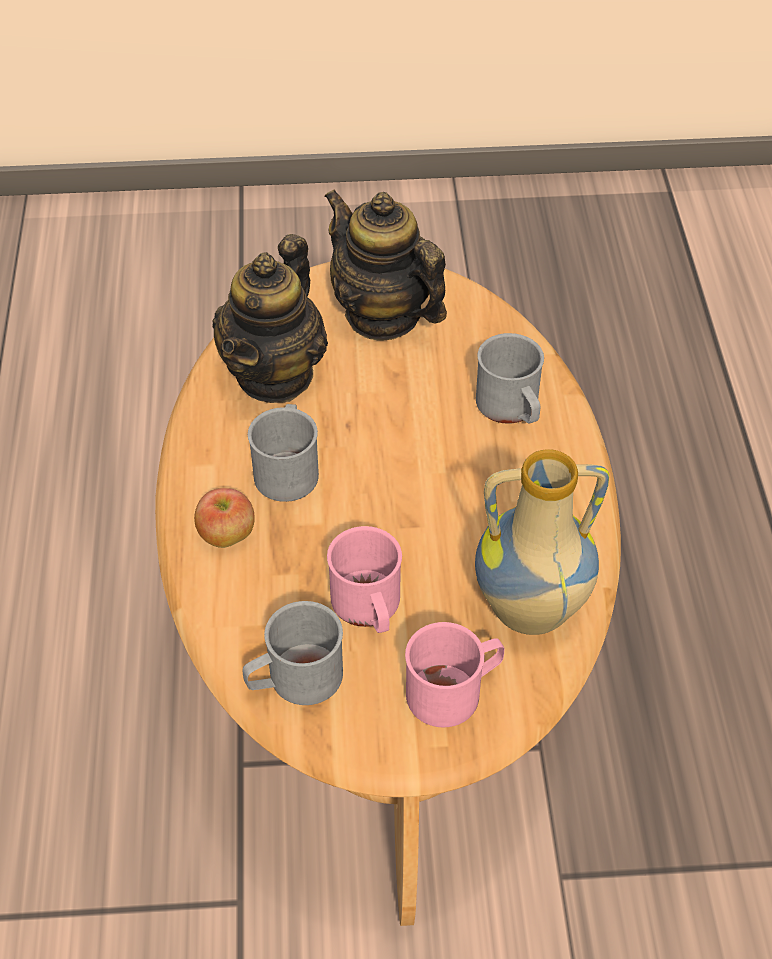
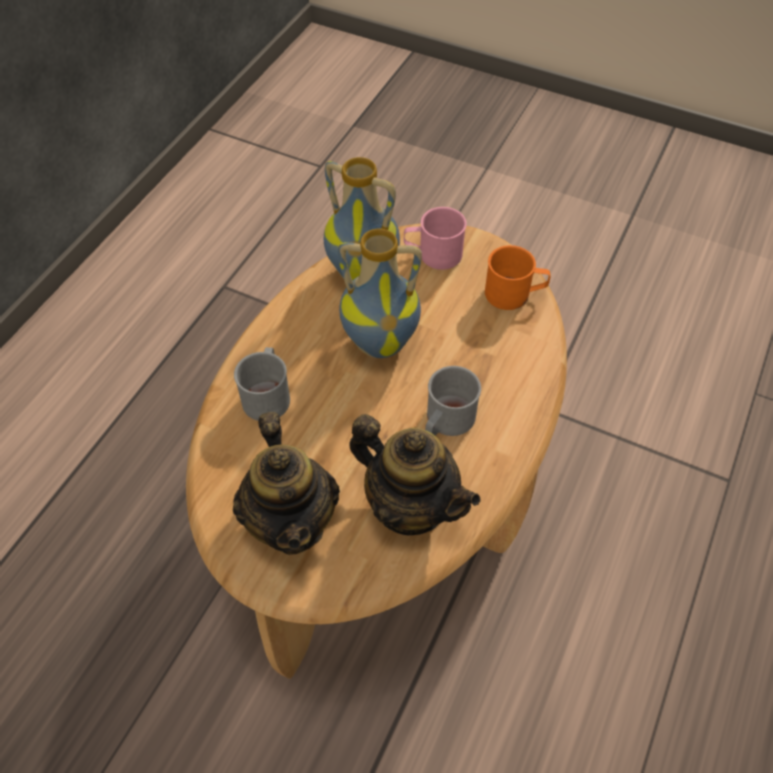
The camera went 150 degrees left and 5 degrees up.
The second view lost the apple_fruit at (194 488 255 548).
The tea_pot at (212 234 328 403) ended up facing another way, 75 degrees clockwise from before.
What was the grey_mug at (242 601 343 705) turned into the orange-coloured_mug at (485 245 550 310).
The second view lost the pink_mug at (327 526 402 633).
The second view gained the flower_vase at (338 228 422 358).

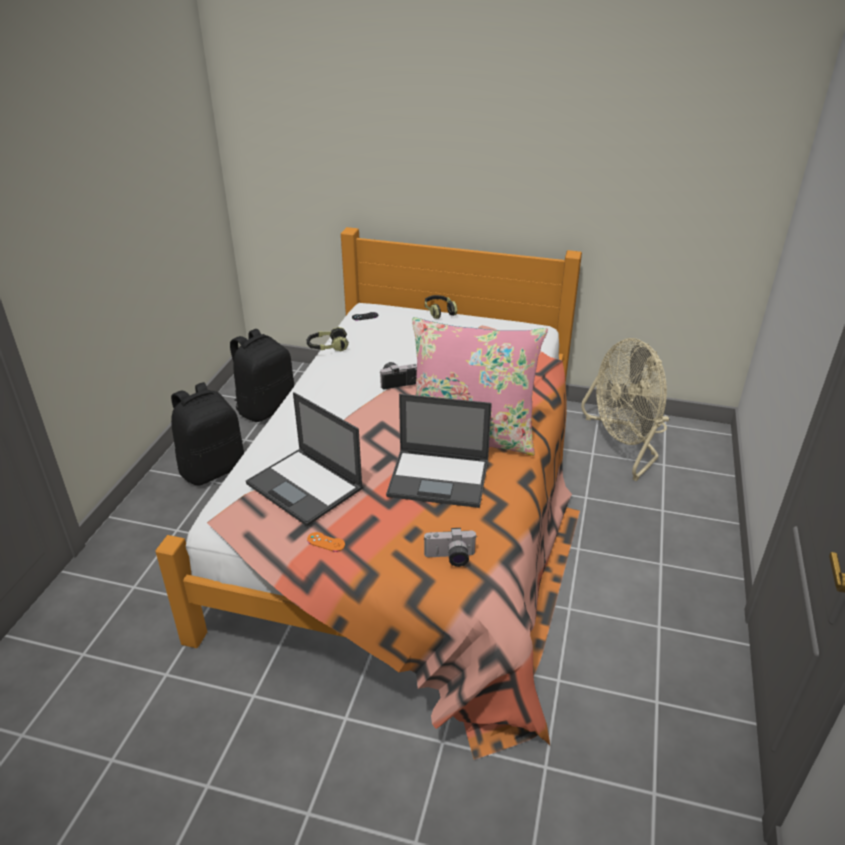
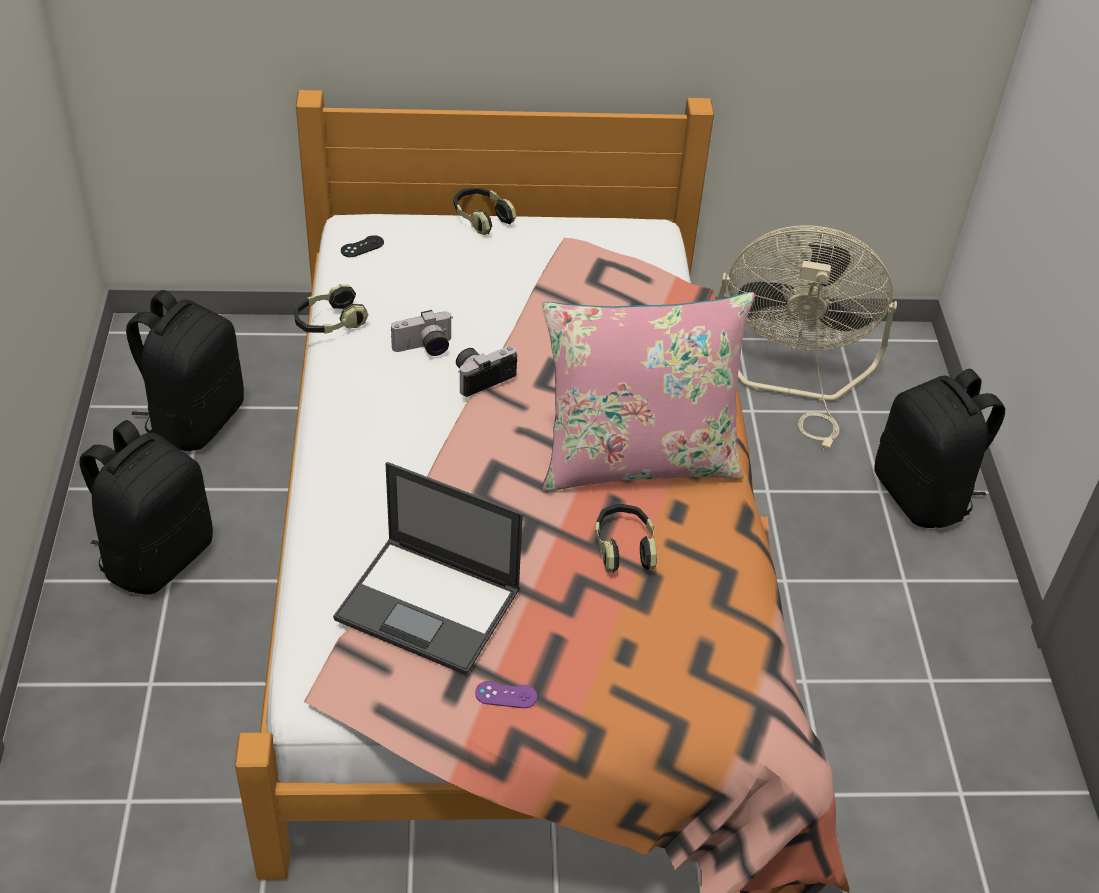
The camera went 20 degrees left and 10 degrees up.
What was the orange-coloured_game_controller at (307 532 345 552) turned into the purple_game_controller at (475 681 537 708).
Where the notebook_computer stood at (386 394 492 508), the headset came to stand at (595 504 657 573).
The photo_camera ended up elsewhere, having gone from (424 528 476 567) to (391 310 452 356).
The sand-coloured_cooling_fan at (581 338 671 481) ended up facing another way, 135 degrees clockwise from before.
The second view gained the black_backpack at (874 369 1005 528).

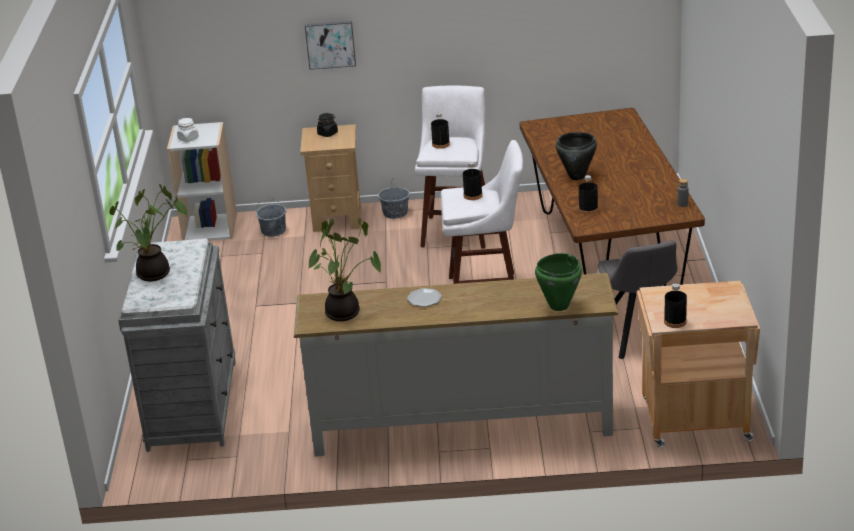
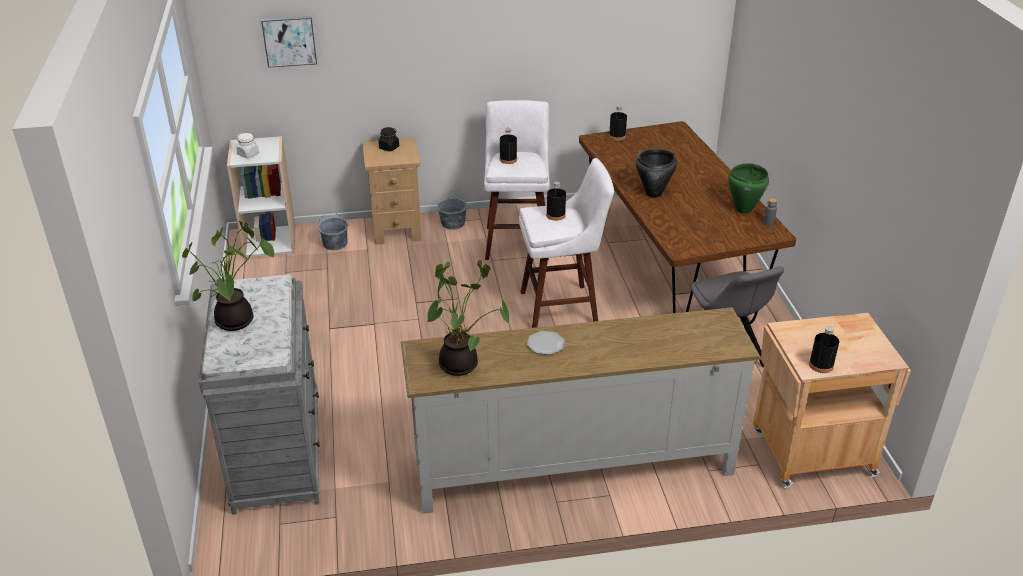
The camera went 10 degrees left and 5 degrees up.
The wall_picture ended up elsewhere, having gone from (305 21 356 70) to (261 16 317 68).
The green-coloured_saucepot ended up elsewhere, having gone from (535 253 582 311) to (728 163 769 214).
The black_beverage_bottle ended up elsewhere, having gone from (579 175 598 215) to (609 106 627 141).

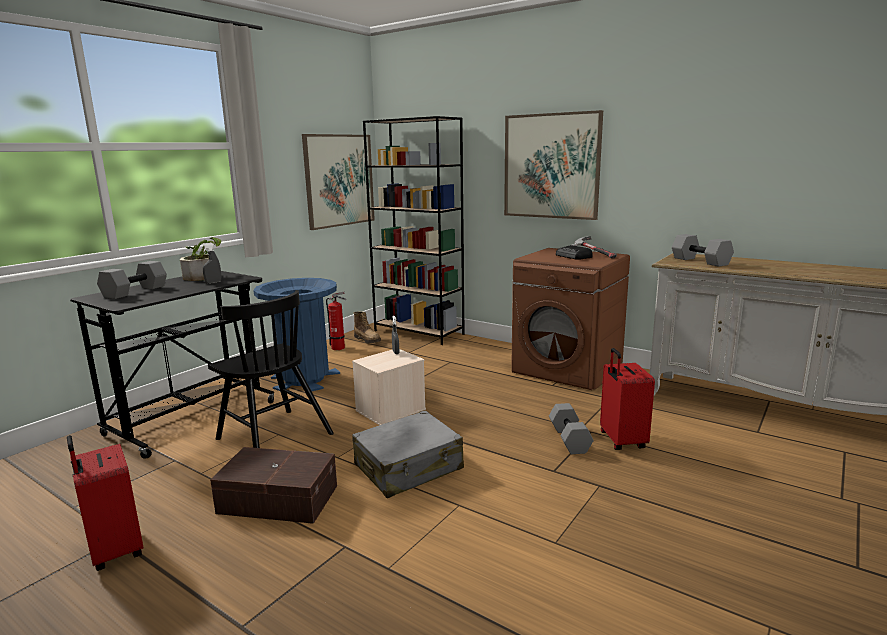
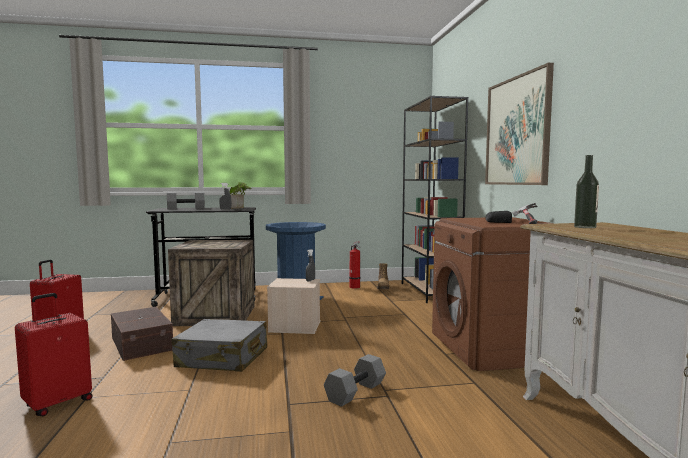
The camera went 45 degrees right and 10 degrees down.
Where the black_upright_chair stood at (208 290 334 448), the packing_crate came to stand at (168 240 254 326).
The second view lost the wall_picture at (302 134 375 230).
The reddish_suitcase ended up elsewhere, having gone from (600 348 655 450) to (15 293 93 416).
Where the grey_hand_weight stood at (672 234 734 267), the beverage_bottle came to stand at (574 155 599 228).

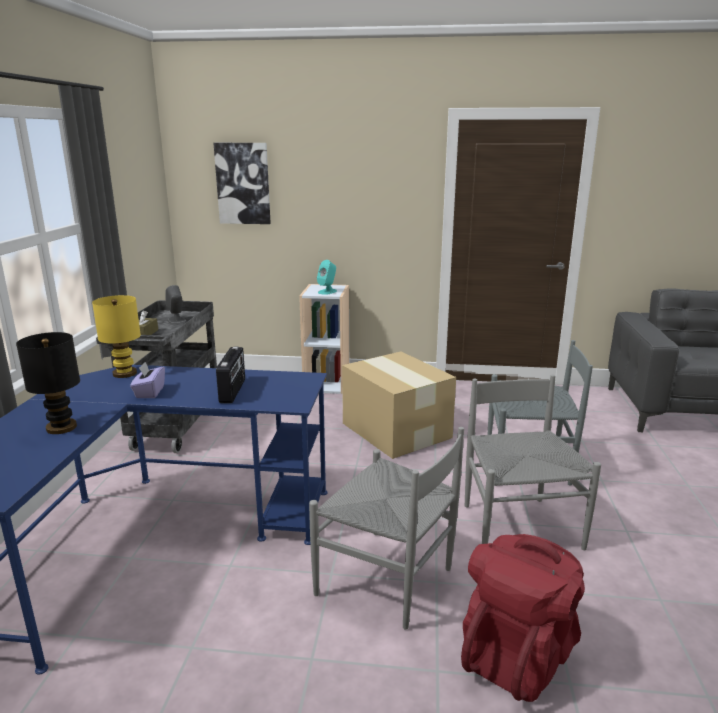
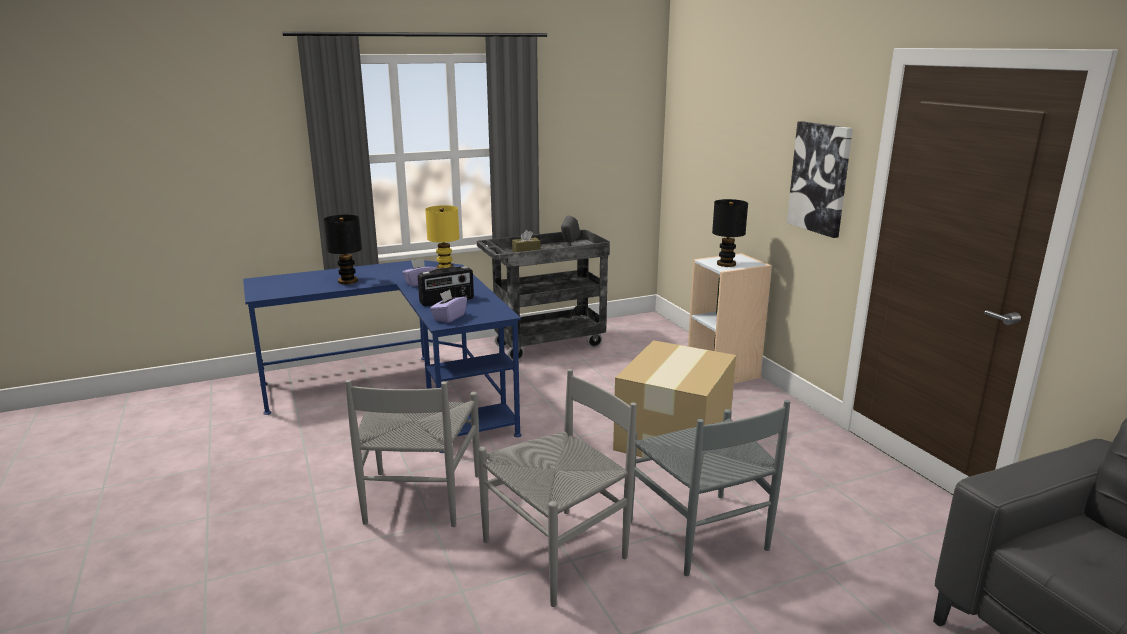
The camera went 60 degrees right and 0 degrees up.
The wall_picture ended up elsewhere, having gone from (214 143 271 224) to (787 121 853 238).
Where the turquoise-coloured_loudspeaker stood at (317 260 337 295), the black_table_lamp came to stand at (712 199 748 267).
The second view lost the reddish_backpack at (461 534 585 702).
The second view gained the purple_box_of_tissues at (430 289 467 323).

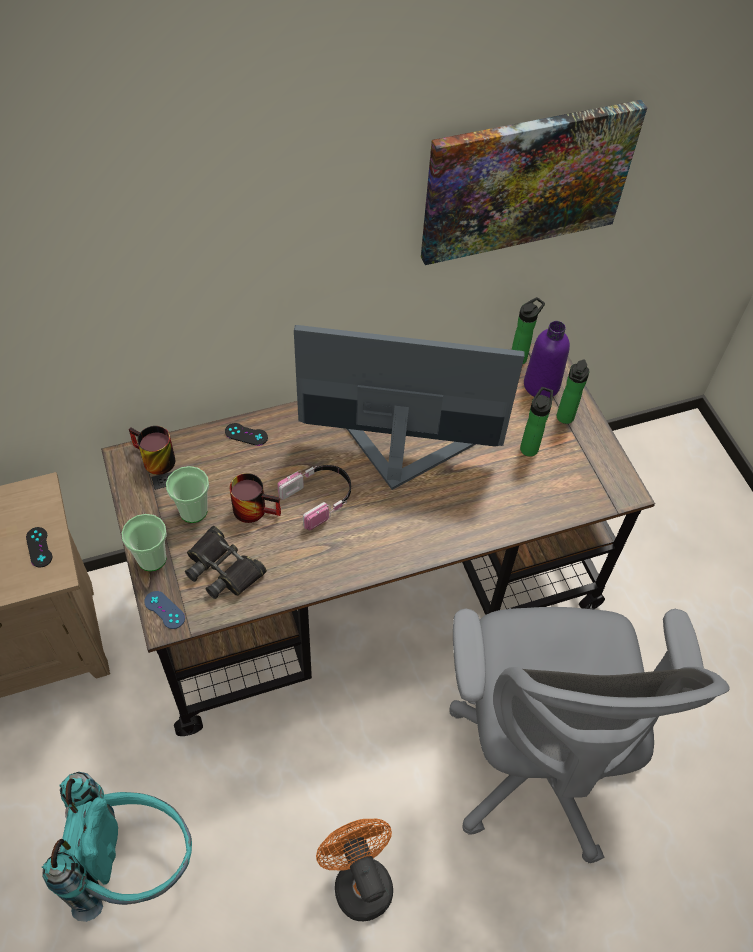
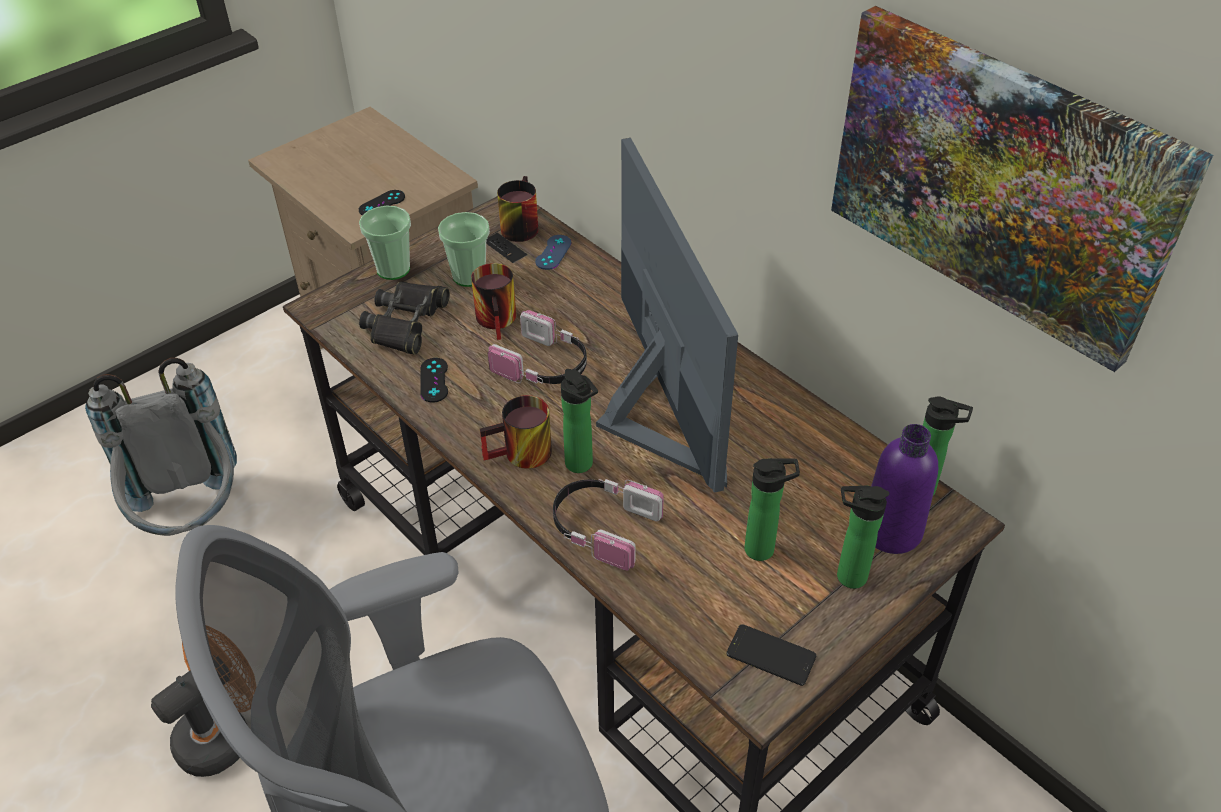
The camera went 70 degrees right and 10 degrees down.
What was the turquoise-coloured_backpack at (42 772 192 922) turned into the grey_backpack at (85 358 237 536).
The blue-coloured_game_controller ended up elsewhere, having gone from (144 591 185 629) to (535 235 571 270).
The black_game_controller ended up elsewhere, having gone from (225 423 268 446) to (420 358 448 403).
The second view gained the mug at (480 395 552 469).
The second view gained the headset at (553 479 664 571).
The second view gained the beverage_bottle at (561 369 598 473).
The second view gained the phone at (726 624 817 686).

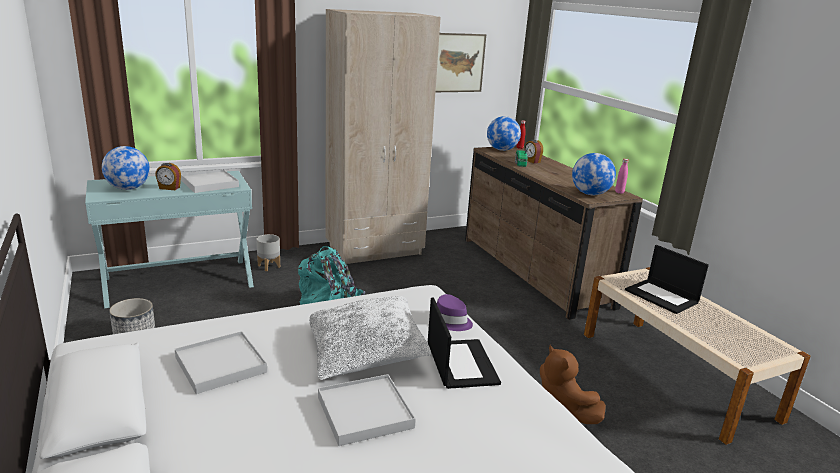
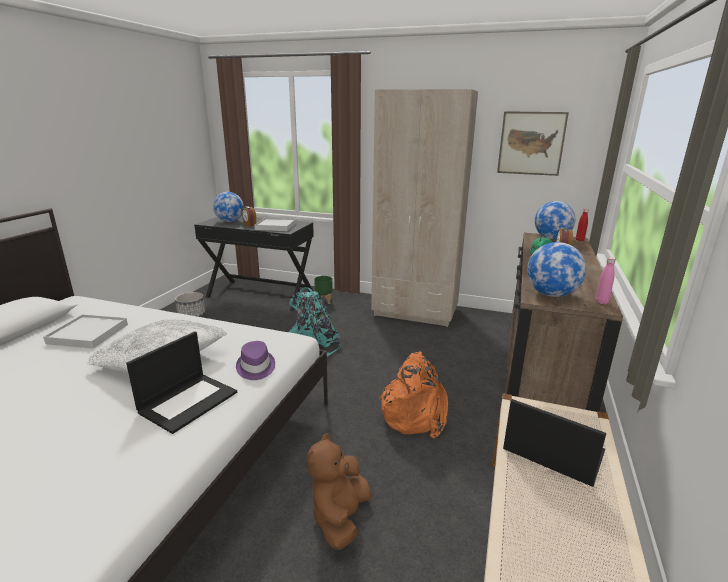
The camera went 45 degrees right and 0 degrees up.
What was the turquoise-coloured_desk_table at (85 171 254 308) turned into the black_desk_table at (194 216 314 311).
What was the grey_planter at (256 234 280 271) turned into the green-coloured_planter at (314 276 333 304).
The second view lost the whitish_tray at (318 374 416 446).
The notebook_computer at (625 245 709 314) ended up facing another way, 120 degrees clockwise from before.
The second view gained the orange-coloured_backpack at (379 352 448 439).

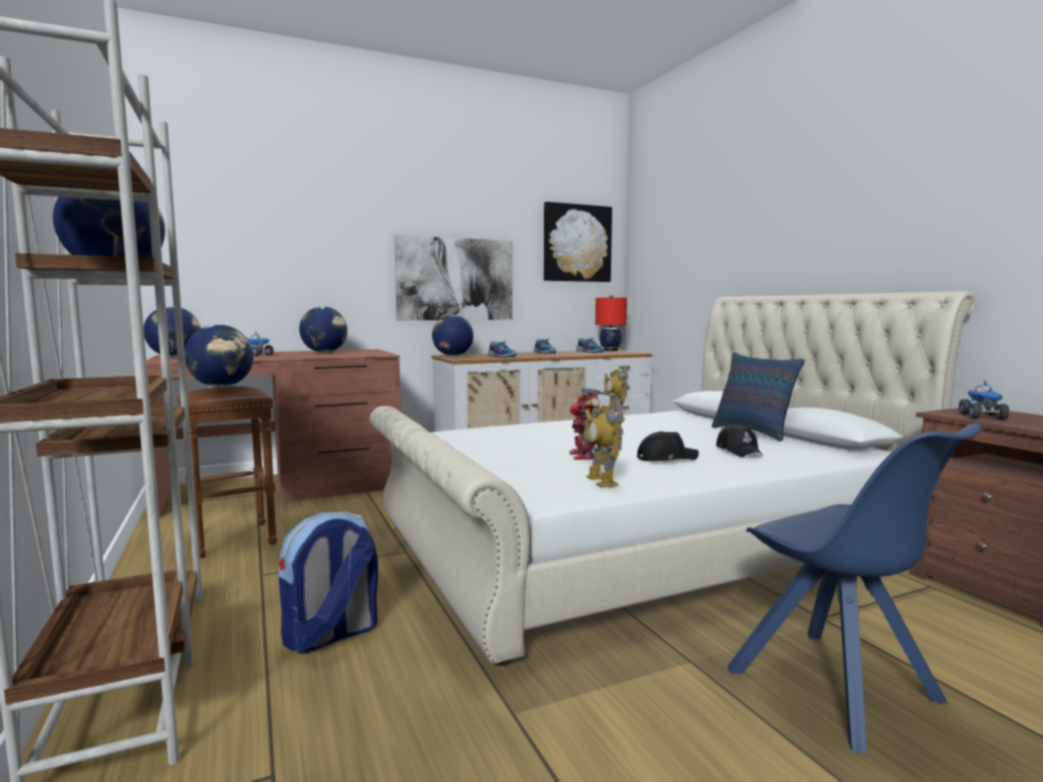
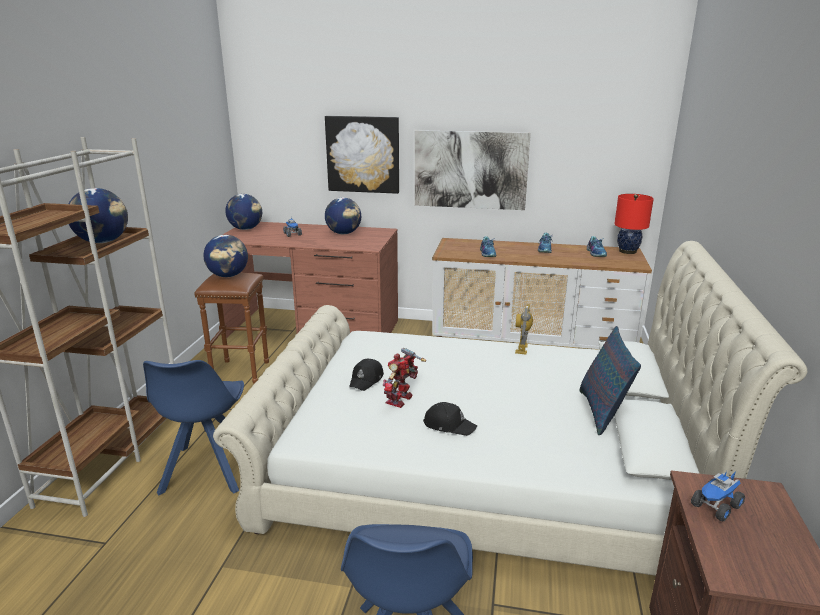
The camera went 35 degrees right and 15 degrees up.
Where the backpack stood at (279 512 378 653), the blue-coloured_upright_chair came to stand at (143 360 244 495).
The second view lost the world_globe at (432 315 474 356).
The wall_picture ended up elsewhere, having gone from (544 202 612 282) to (325 116 399 194).
The second view lost the robot_figure at (584 400 624 488).
The black_peaked_cap ended up elsewhere, having gone from (716 424 762 457) to (349 359 384 391).

